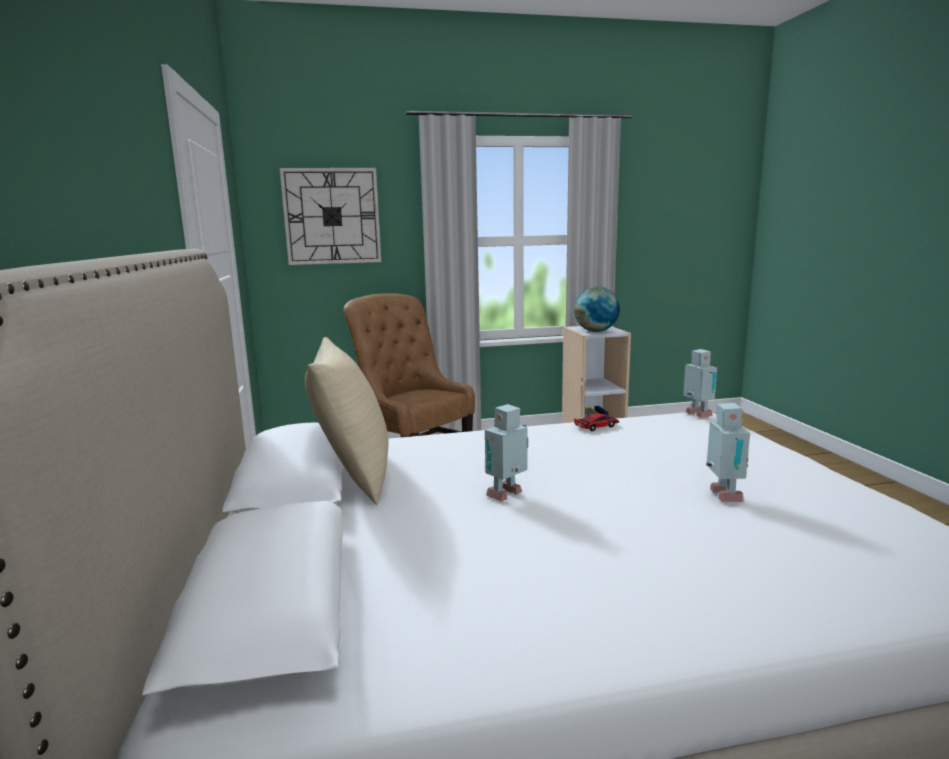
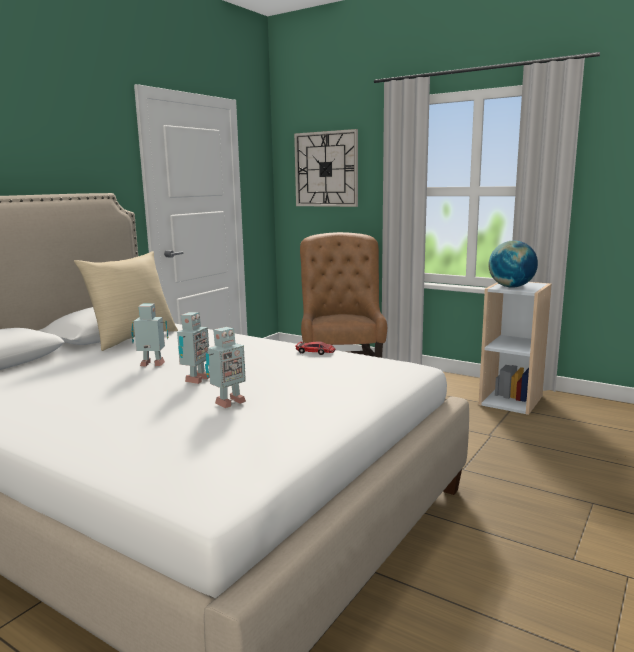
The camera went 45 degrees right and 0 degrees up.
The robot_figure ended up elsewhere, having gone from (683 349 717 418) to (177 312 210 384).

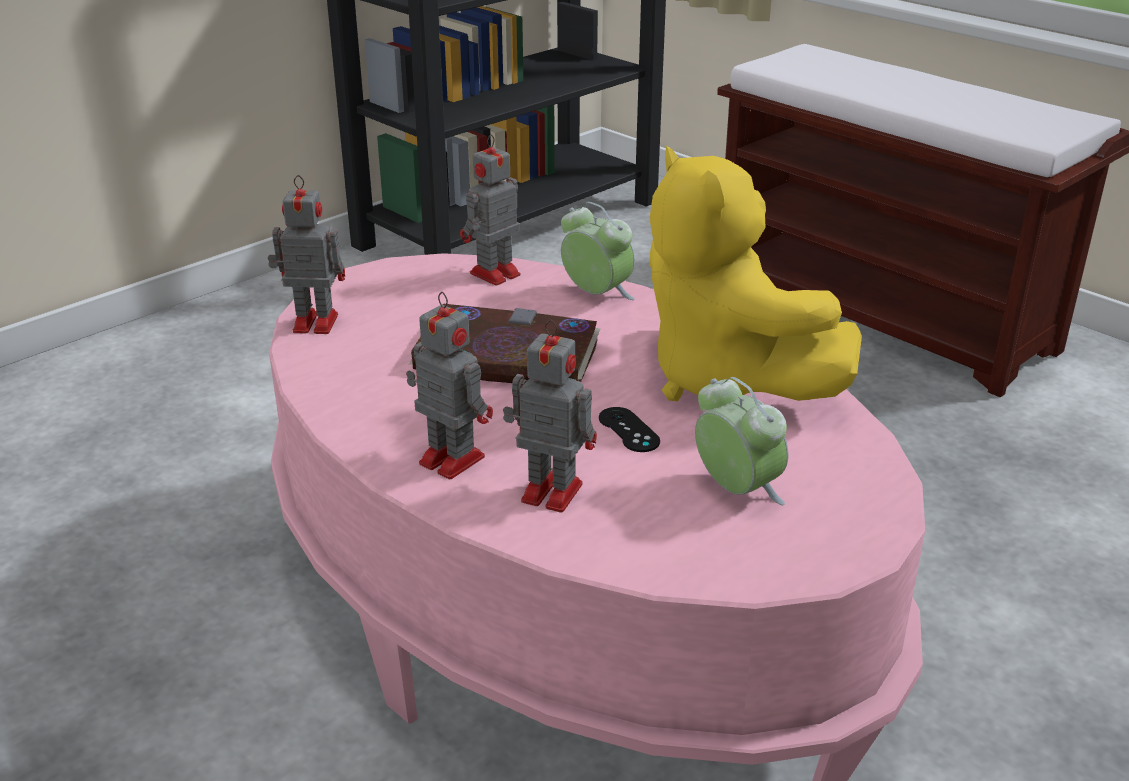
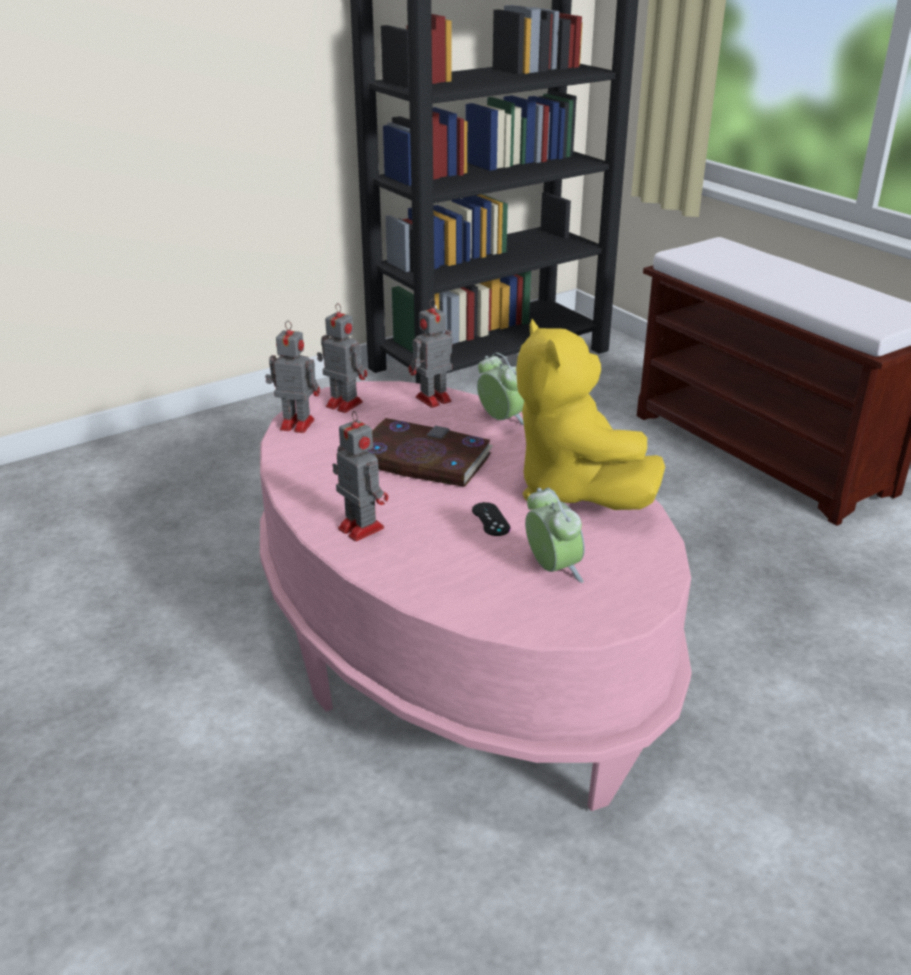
The camera went 10 degrees right and 0 degrees up.
The robot_figure ended up elsewhere, having gone from (503 320 597 512) to (317 303 367 413).

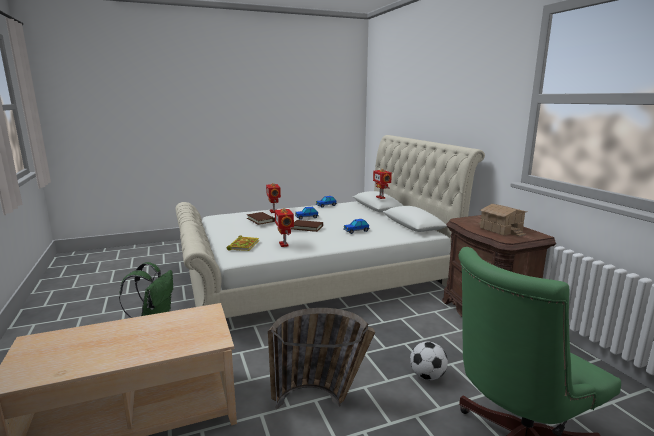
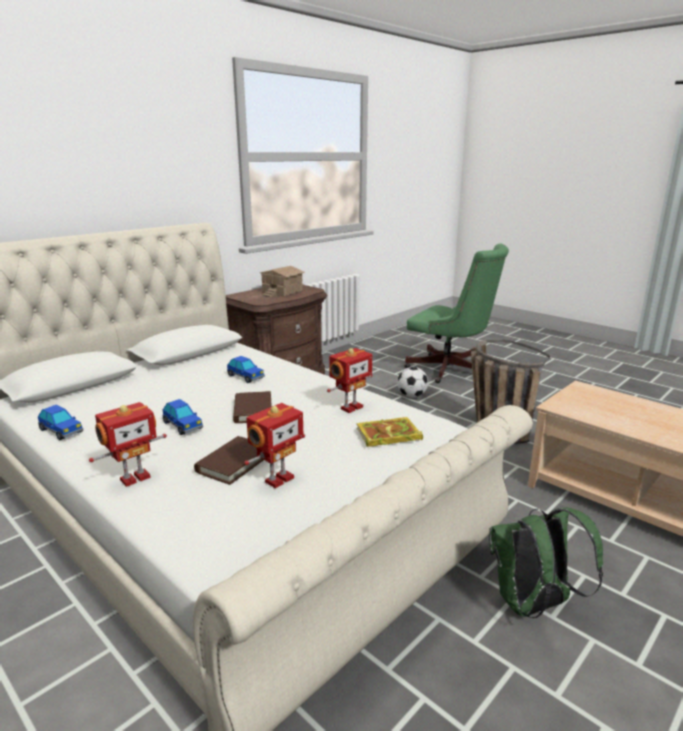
The camera went 115 degrees left and 5 degrees up.
The robot_figure ended up elsewhere, having gone from (373 168 392 199) to (244 403 305 488).

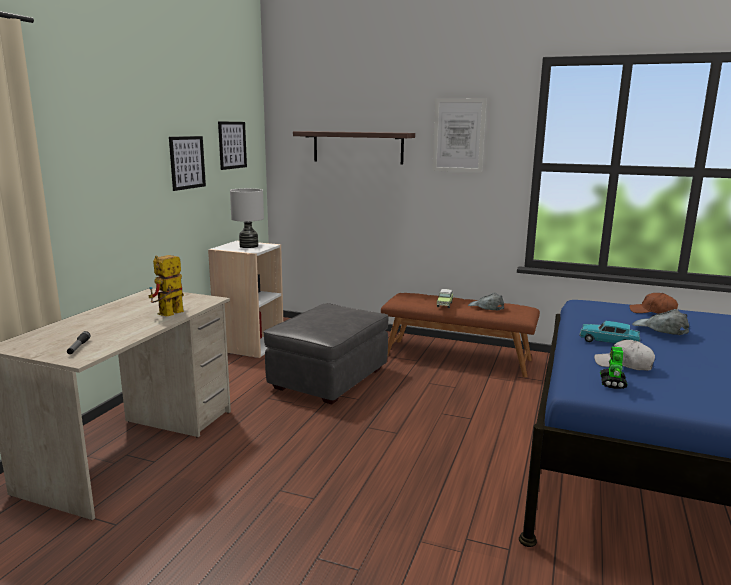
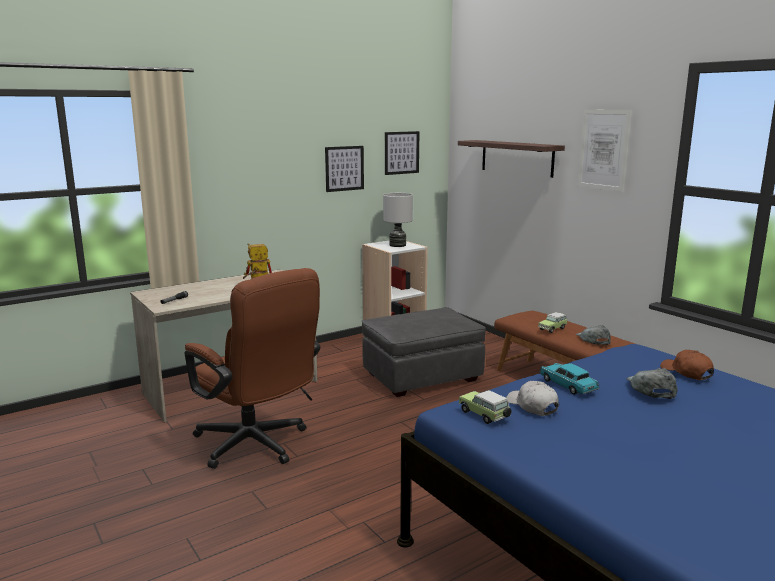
The camera went 35 degrees right and 0 degrees up.
Where the robot_figure stood at (600 346 628 389), the toy_car came to stand at (459 390 512 424).
The second view gained the brown_office_chair at (184 268 320 469).

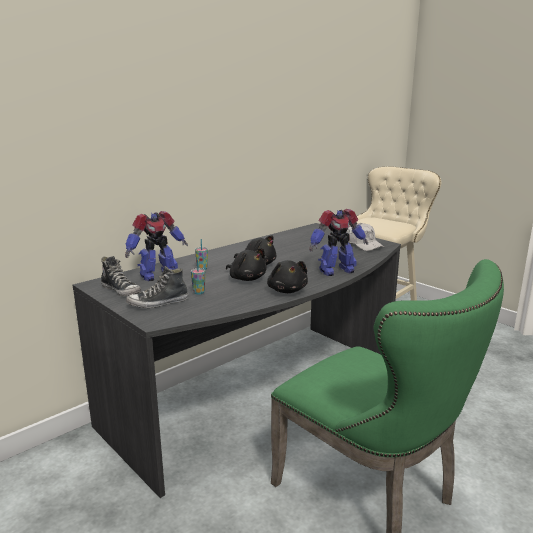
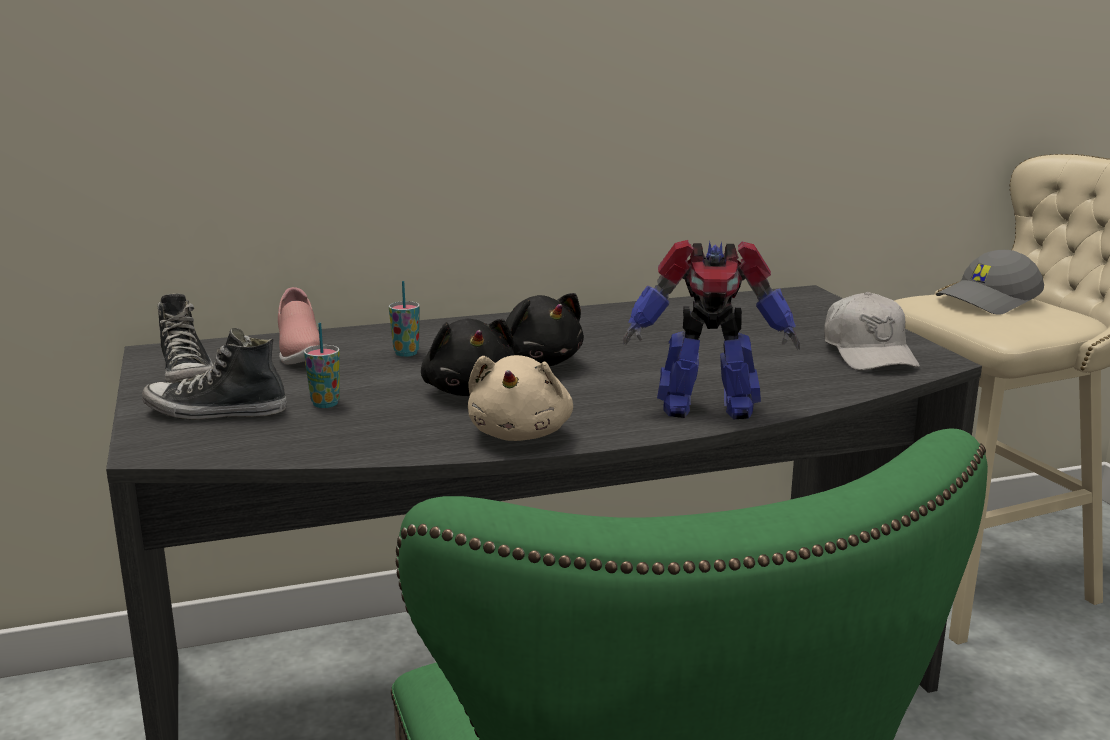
The camera went 25 degrees right and 0 degrees up.
Where the robot_figure stood at (125 211 188 281), the pink_low_shoe came to stand at (278 287 320 364).
What was the black_cuddly_toy at (267 260 308 293) turned into the sand-coloured_cuddly_toy at (468 355 573 441).
The second view gained the grey_peaked_cap at (936 250 1044 315).

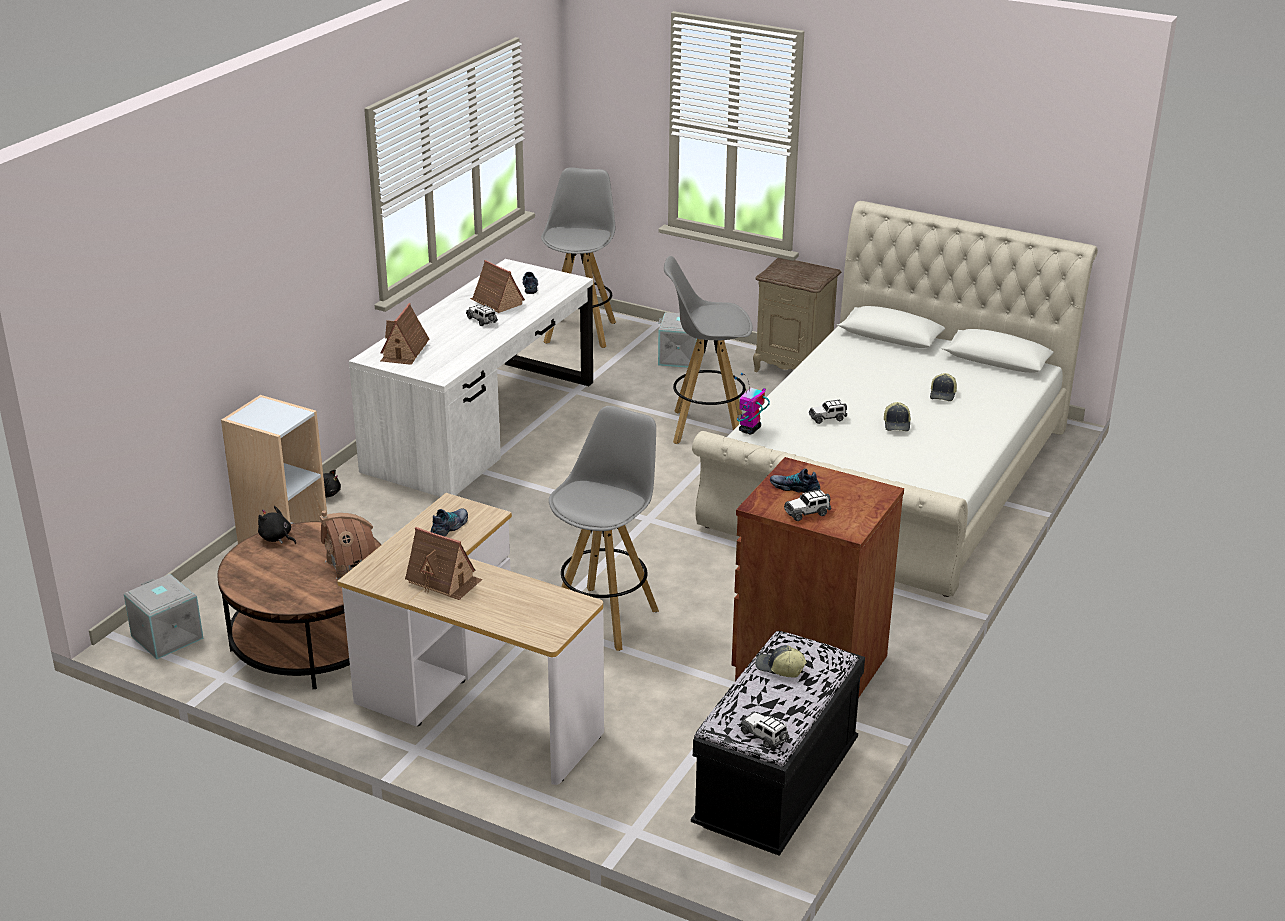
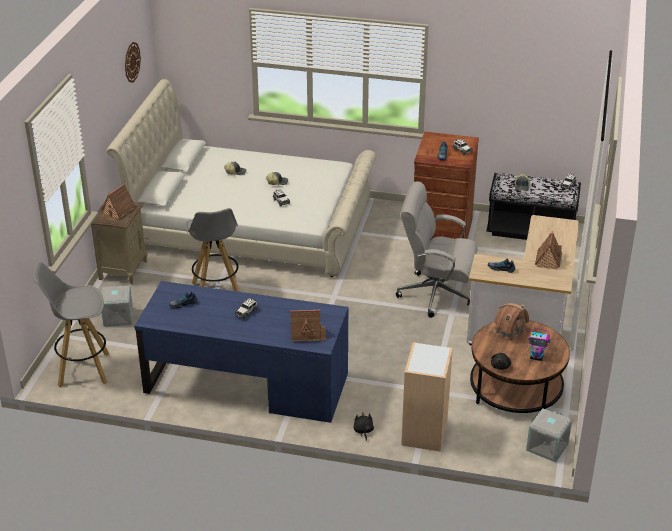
The camera went 105 degrees left and 5 degrees up.
What was the whitish_desk_table at (349 259 593 497) turned into the blue-coloured_desk_table at (134 281 348 423).
The toy_house ended up elsewhere, having gone from (470 260 525 313) to (101 184 135 222).
Where the grey_stool stood at (549 406 659 651), the grey_office_chair came to stand at (396 181 478 318).
The robot_figure ended up elsewhere, having gone from (734 373 770 434) to (528 329 550 361).
The second view gained the hanging_clock at (125 42 141 83).

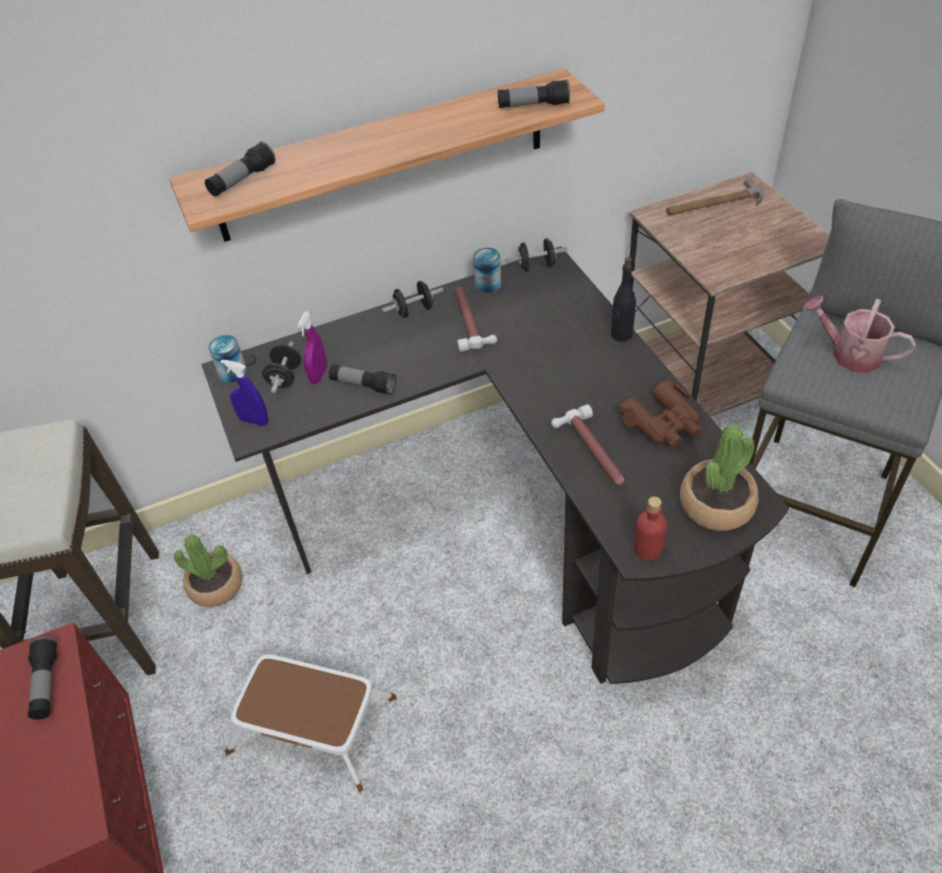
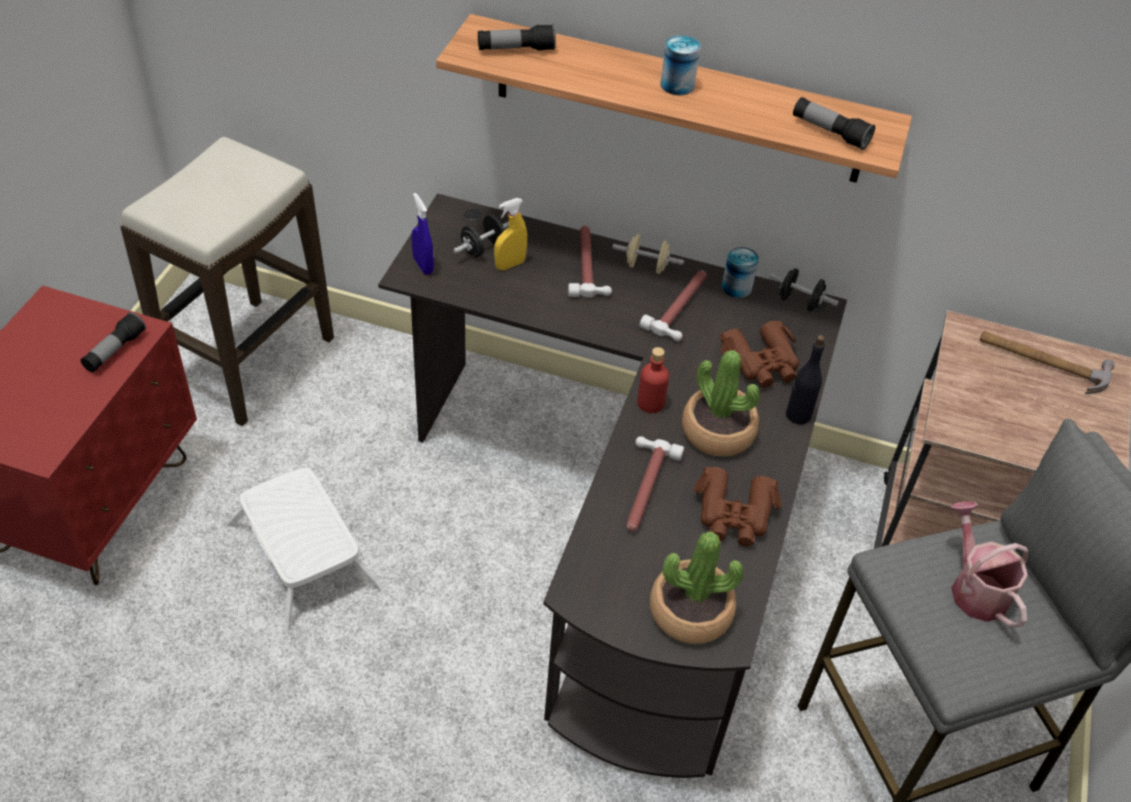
The camera went 35 degrees right and 0 degrees up.
The plant_in_a_pot ended up elsewhere, having gone from (174 535 243 607) to (682 350 760 457).
The metal_can ended up elsewhere, having gone from (208 335 247 383) to (660 35 701 95).
What was the brown_step_stool at (225 654 397 792) turned into the whitish_step_stool at (228 468 382 633).
What was the purple_sprayer at (297 311 327 384) turned into the yellow-coloured_sprayer at (494 198 527 270).
The second view lost the flashlight at (329 364 396 395).
What was the black_hand_weight at (382 281 444 318) turned into the sand-coloured_hand_weight at (612 234 684 274).
The reddish_beverage_bottle ended up elsewhere, having gone from (634 497 667 560) to (637 347 669 413).
The second view gained the hand_hammer at (568 226 612 297).
The second view gained the brown_pair_of_binoculars at (720 321 799 388).

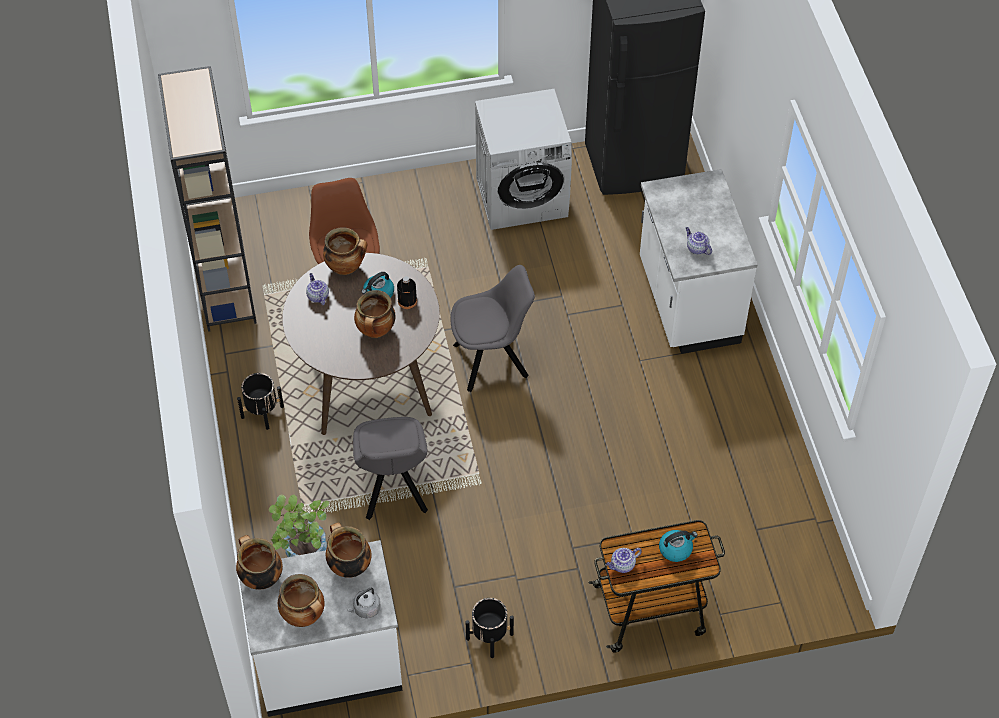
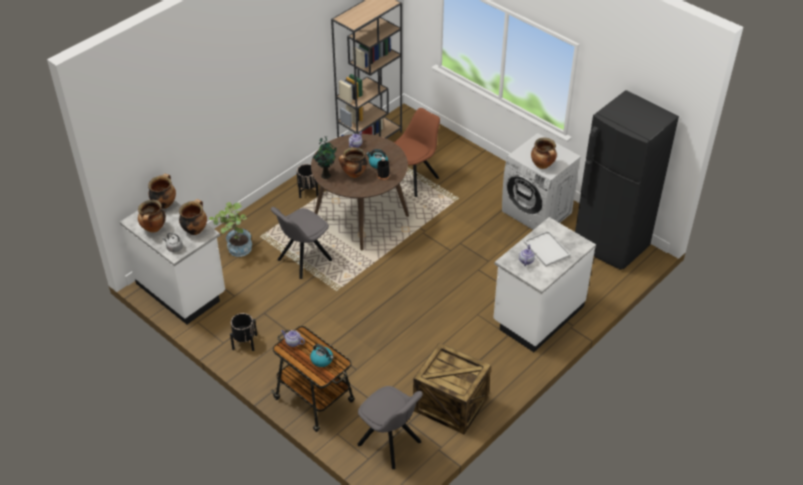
The camera went 55 degrees right and 10 degrees down.
The saucepot ended up elsewhere, having gone from (323 227 368 275) to (531 137 557 169).
The grey_upright_chair ended up elsewhere, having gone from (451 265 535 392) to (358 386 423 469).
The second view gained the plant_in_a_pot at (313 136 336 179).
The second view gained the packing_crate at (413 343 491 434).
The second view gained the whitish_tray at (524 231 571 267).

